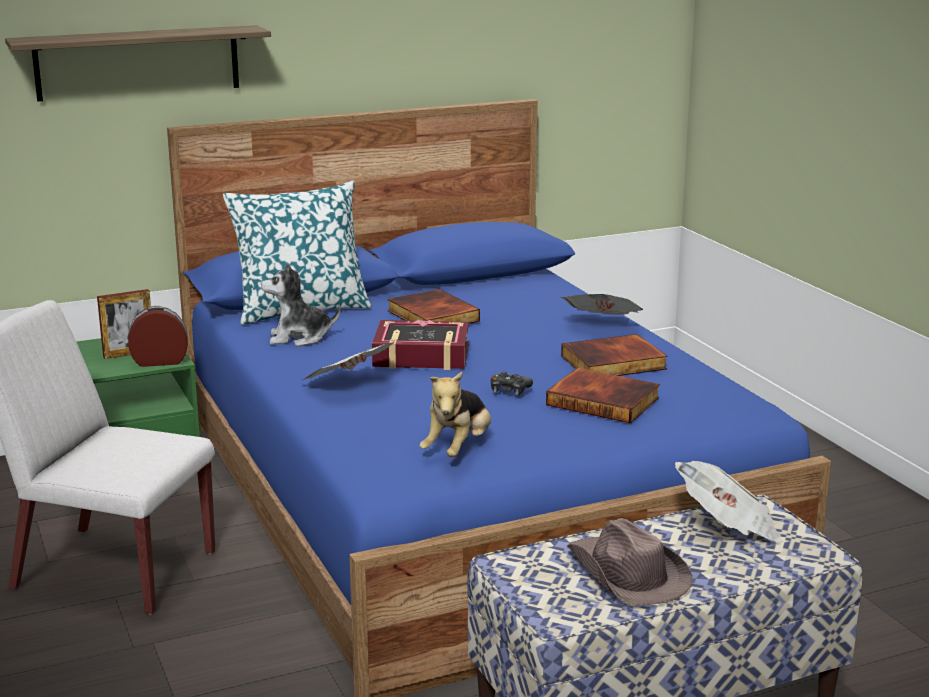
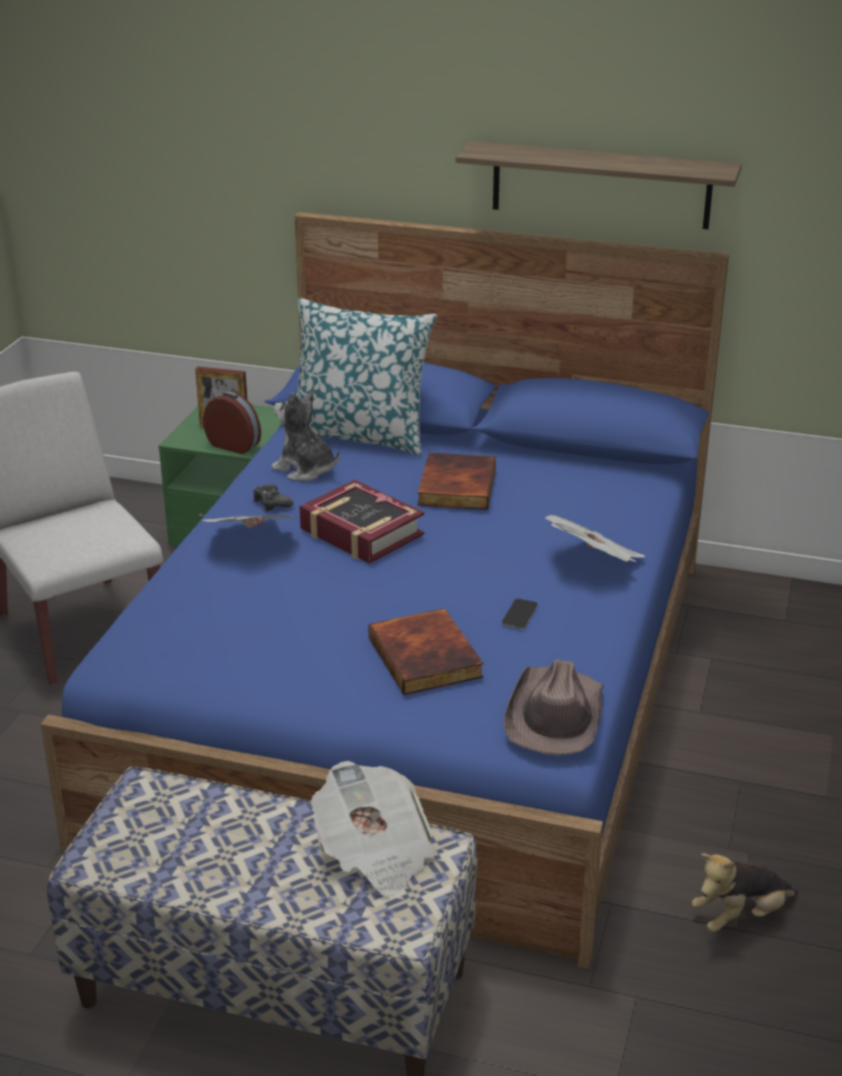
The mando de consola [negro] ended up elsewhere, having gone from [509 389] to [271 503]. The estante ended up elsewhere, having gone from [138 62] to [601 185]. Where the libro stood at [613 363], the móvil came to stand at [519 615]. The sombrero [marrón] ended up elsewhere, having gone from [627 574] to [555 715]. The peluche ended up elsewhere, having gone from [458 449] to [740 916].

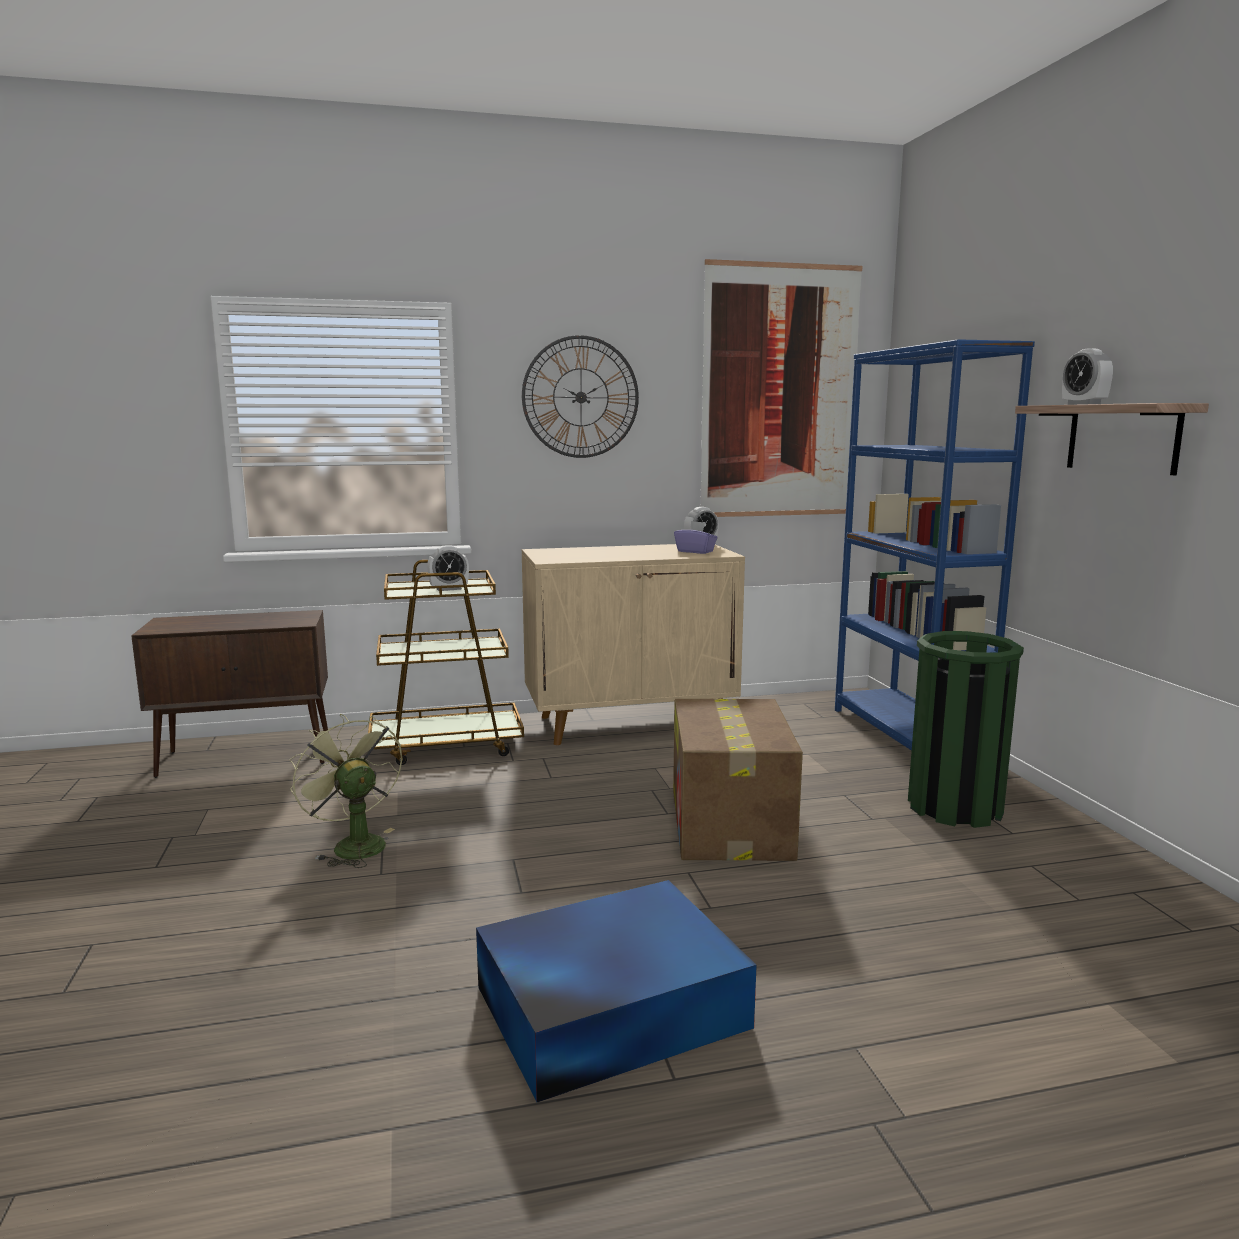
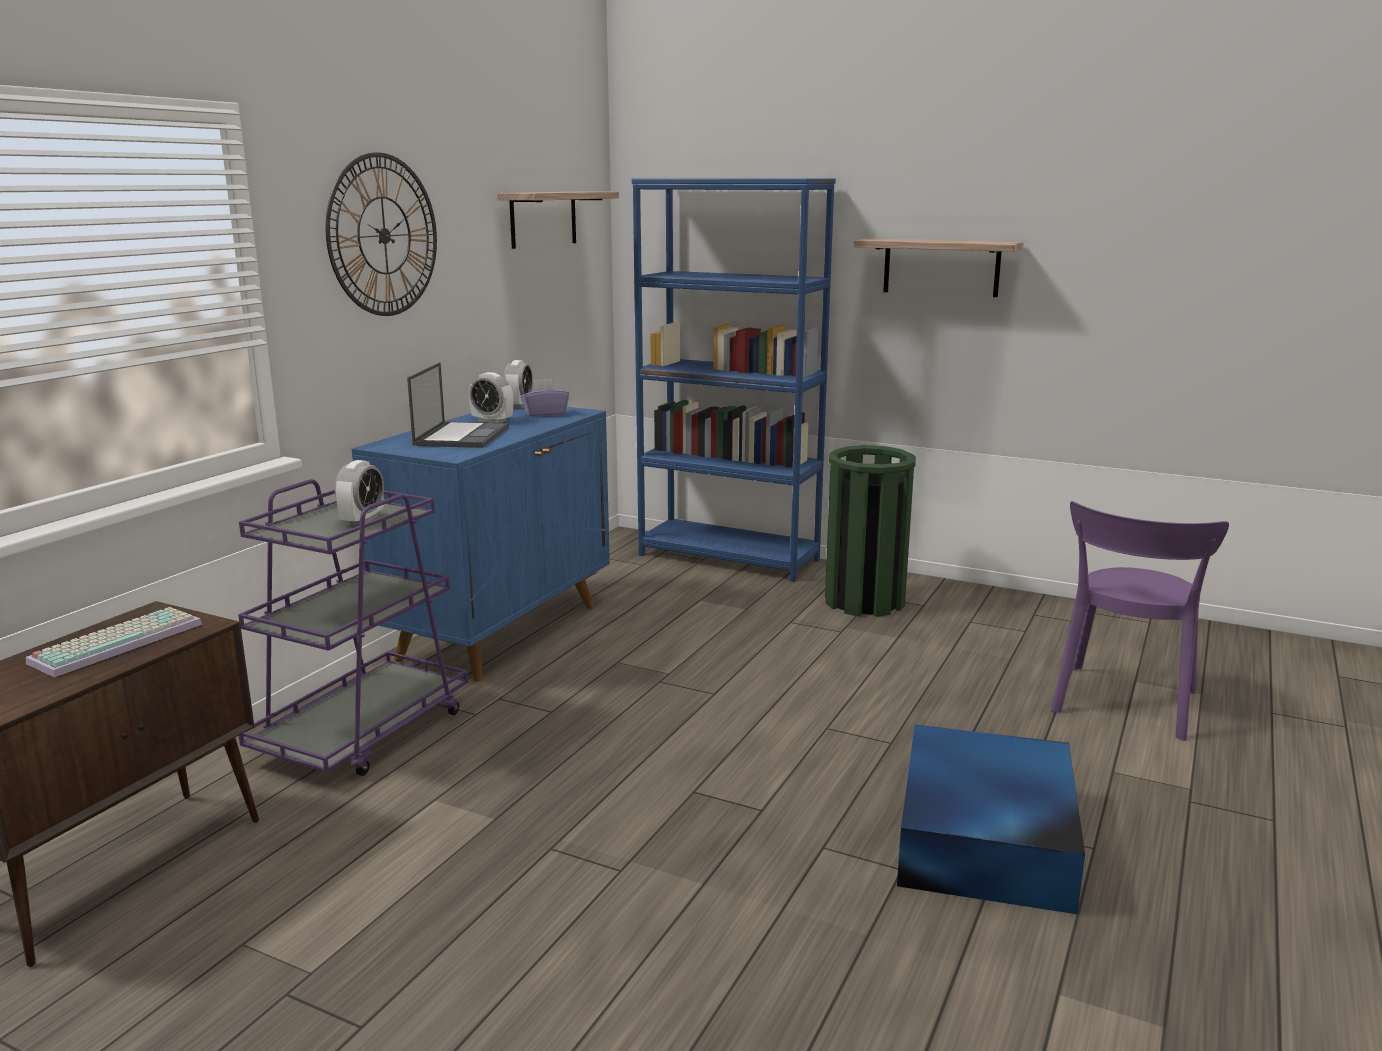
The second view gained the teclado at [118 642]. What was the carrito [marrón] at [447 745] turned into the carrito [morado] at [363 732]. What was the armario [beis] at [631 723] turned into the armario [azul] at [501 631]. The second view gained the portátil at [462 436]. The despertador ended up elsewhere, having gone from [1084 404] to [492 421]. Where the cuadro hung at [779 392], the estante came to hang at [543 219]. The second view gained the silla [morado] at [1123 705]. The second view lost the ventilador [verde] at [353 844]. The second view lost the caja de cartón at [730 825].

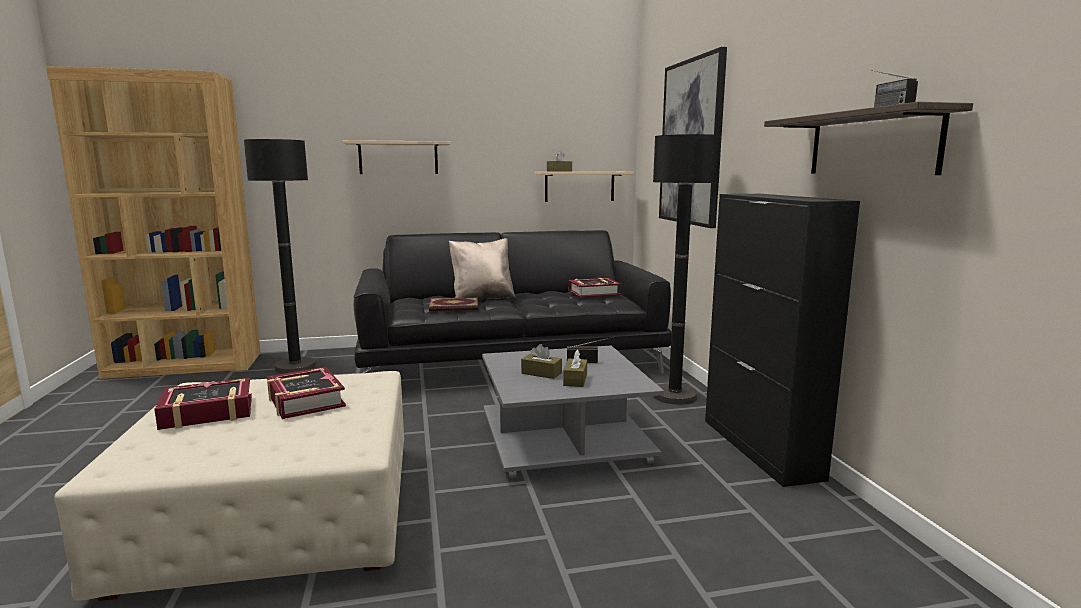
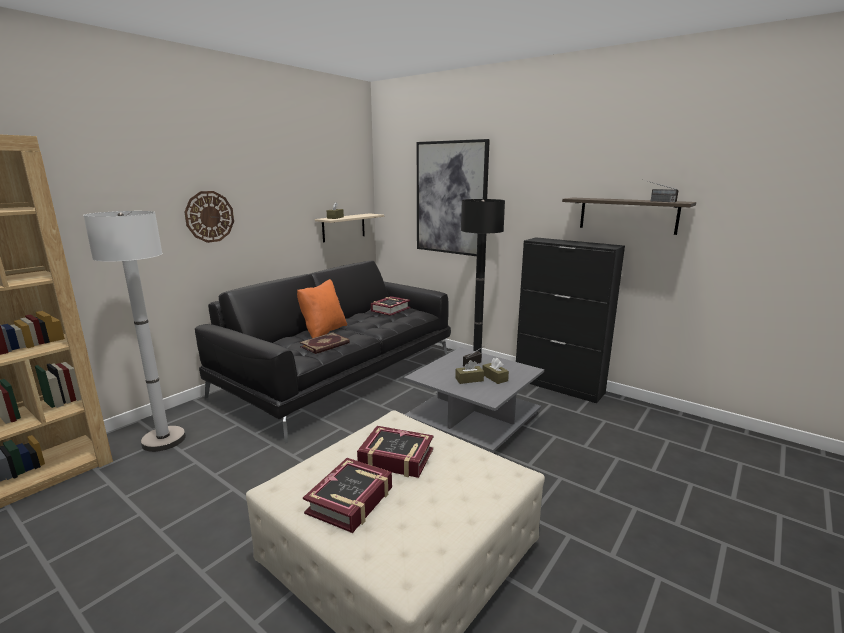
What was the lámpara de pie [negro] at [295 367] turned into the lámpara de pie [blanco] at [164 440]. Where the estante [beis] hung at [398 158], the reloj de pared came to hang at [209 216]. What was the cojín [beis] at [482 298] turned into the cojín [naranja] at [323 331].

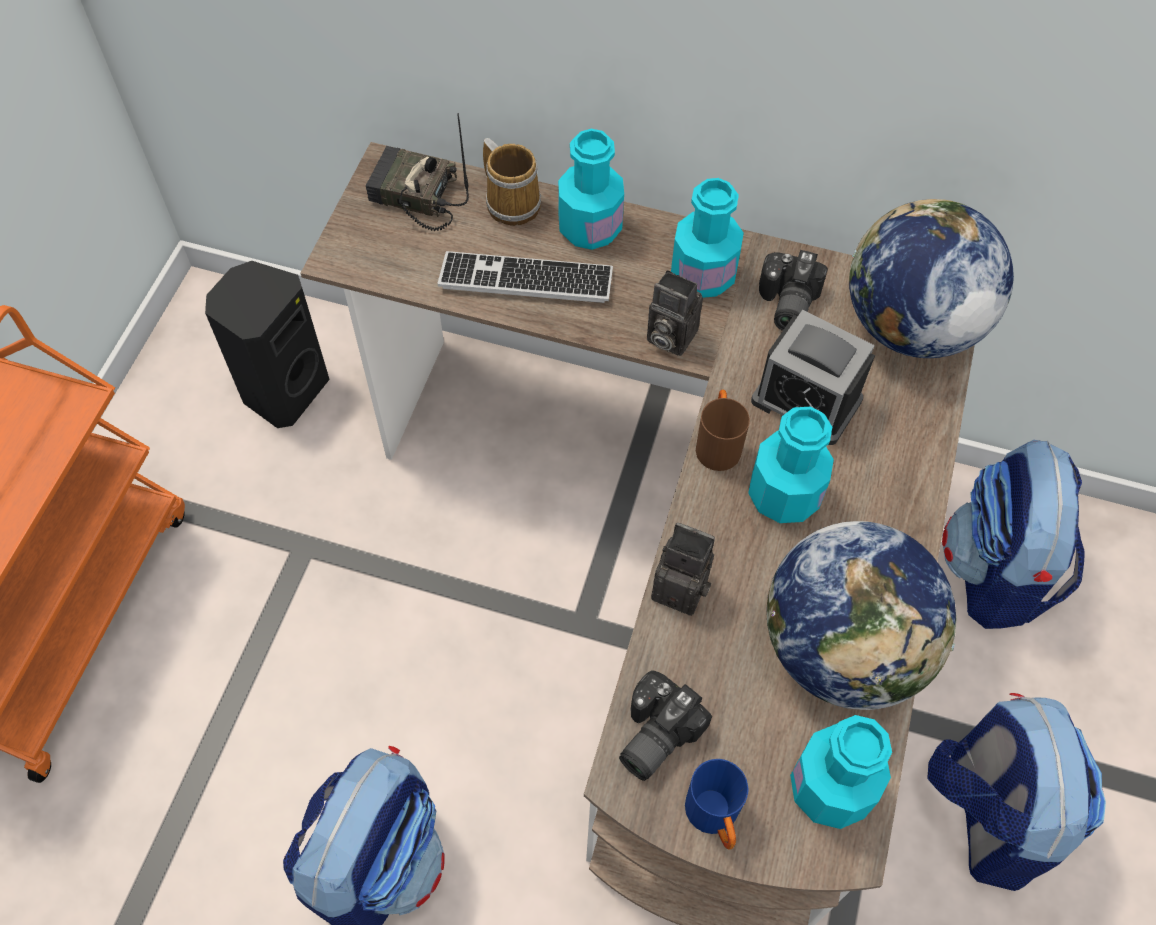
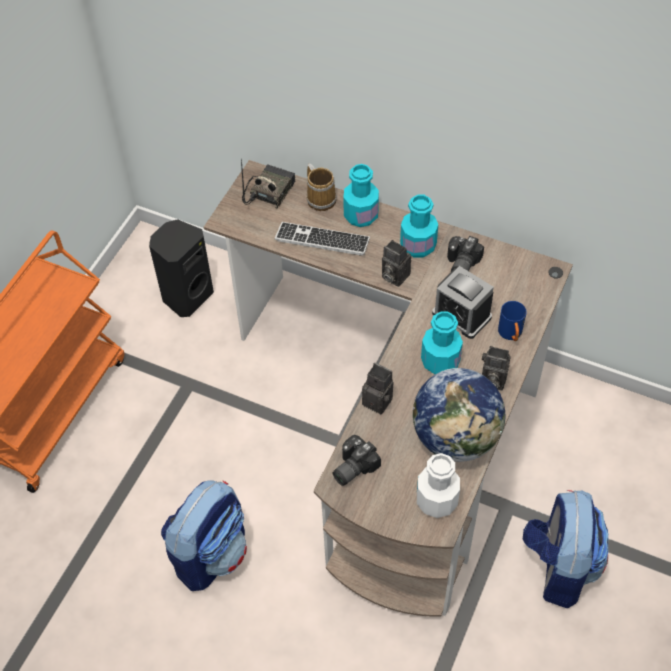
The radio at [414 196] ended up facing another way, 90 degrees clockwise from before. What was the botella [turquesa] at [830 788] turned into the botella [blanco] at [436 500]. The second view gained the cámara at [491 380]. The taza grande [azul] ended up elsewhere, having gone from [715 818] to [511 335]. The second view lost the taza grande [marrón] at [717 443]. The second view lost the globo terráqueo at [909 326]. The second view lost the mochila at [994 572].

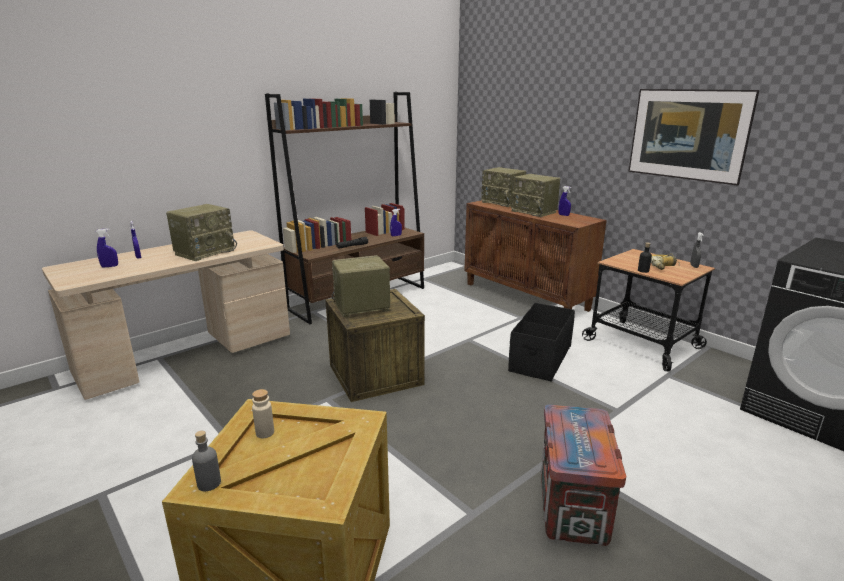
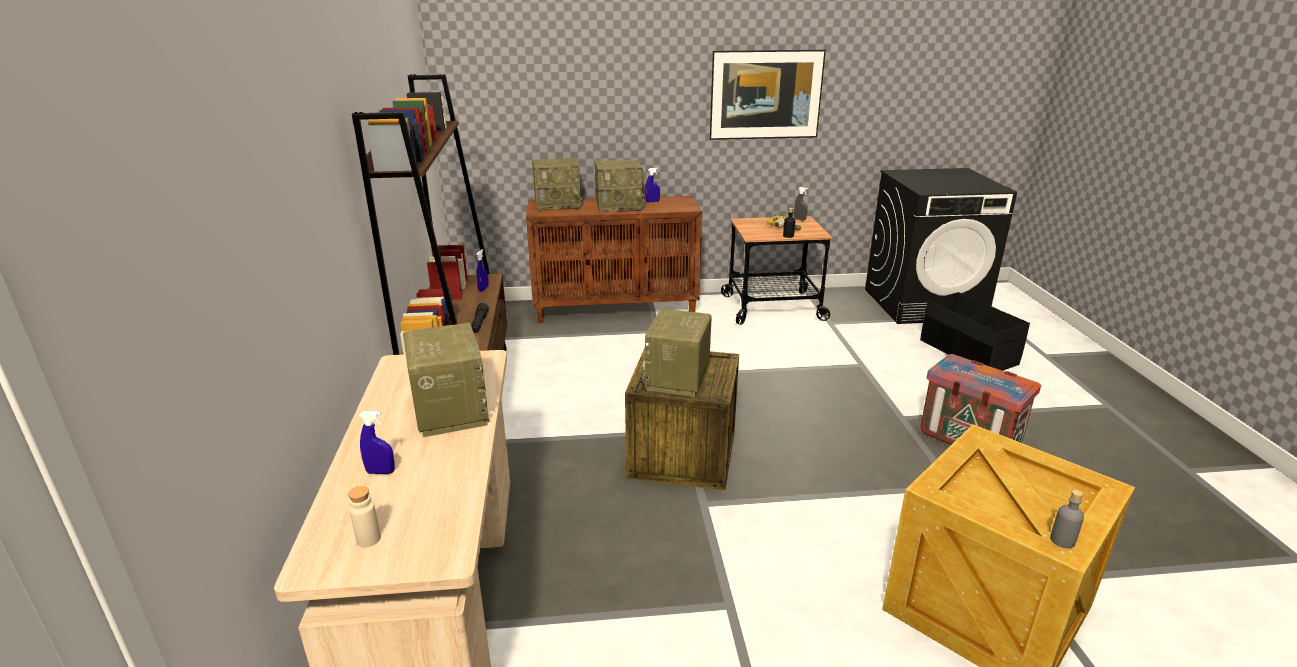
The botella [beis] ended up elsewhere, having gone from [265 433] to [368 539]. The caja de almacenaje [negro] ended up elsewhere, having gone from [540 358] to [967 352]. The second view lost the pulverizador [azul] at [110 266].

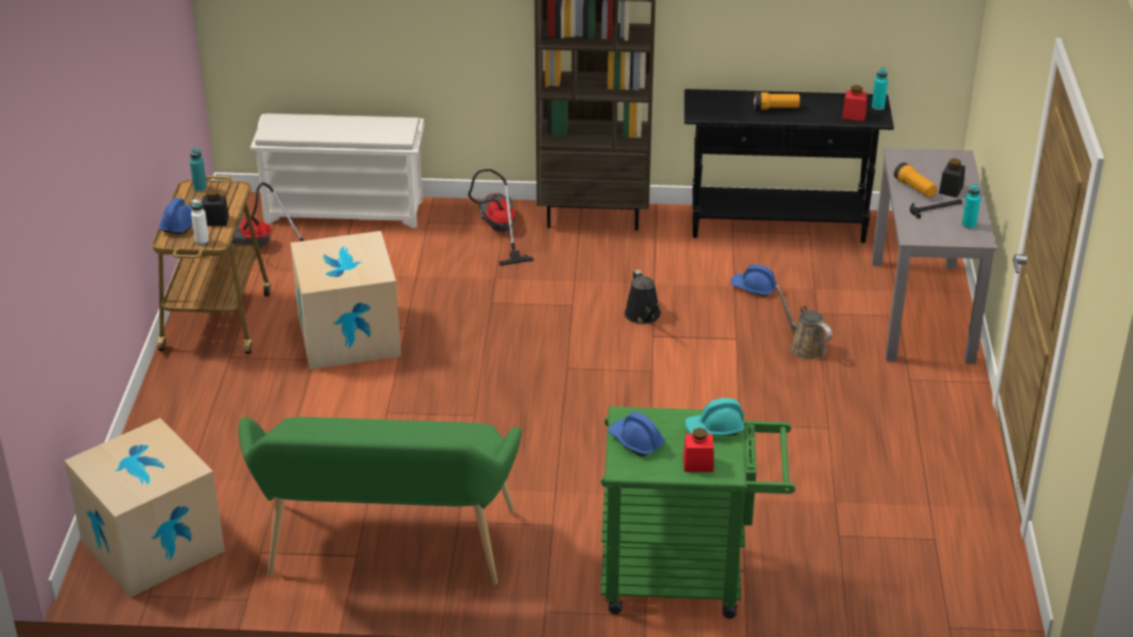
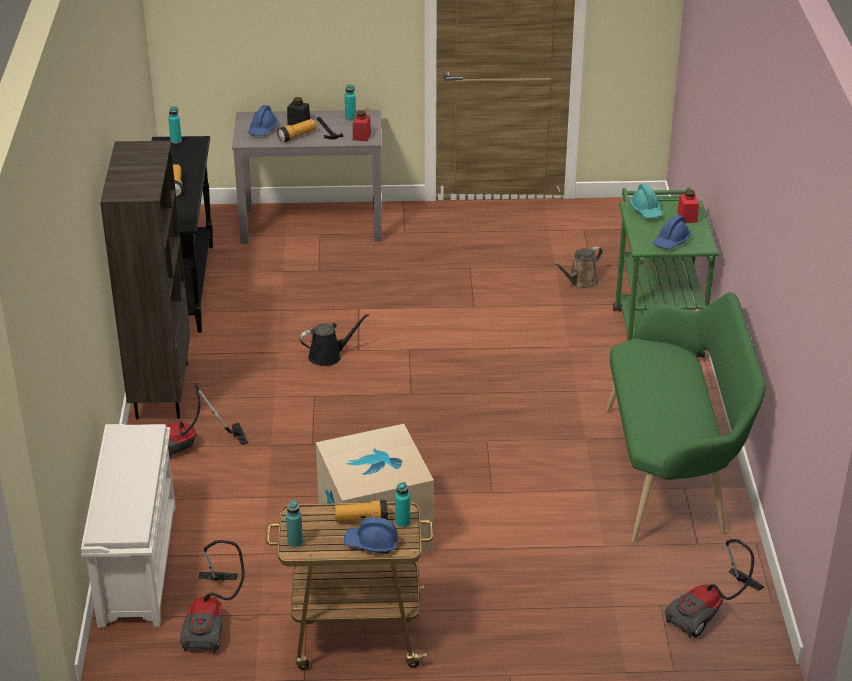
The casco [azul] ended up elsewhere, having gone from [753 288] to [262 129]. Where the tarro [negro] stood at [215 220], the linterna came to stand at [361 519]. The tarro [rojo] ended up elsewhere, having gone from [854 115] to [361 136]. What was the botella [blanco] at [202 241] turned into the botella [turquesa] at [402 522]. The regadera [marrón] ended up elsewhere, having gone from [804 346] to [580 282]. Where the caja de cartón stood at [152 545], the aspiradora came to stand at [710 612].

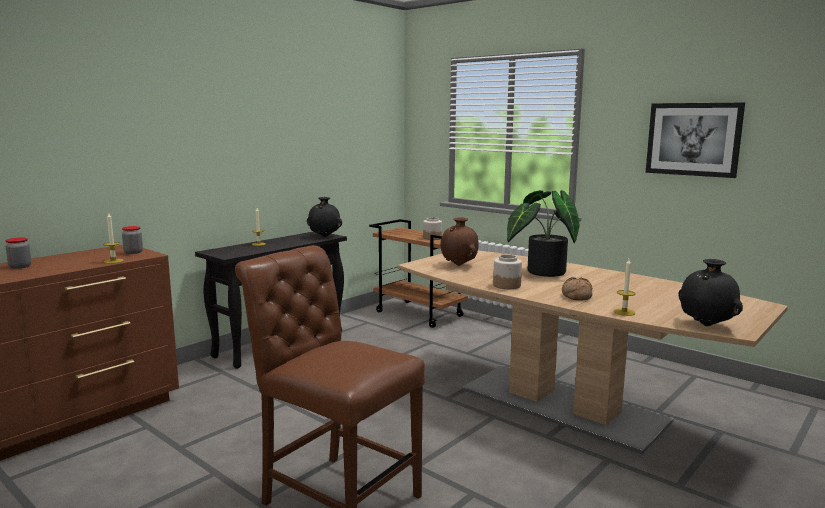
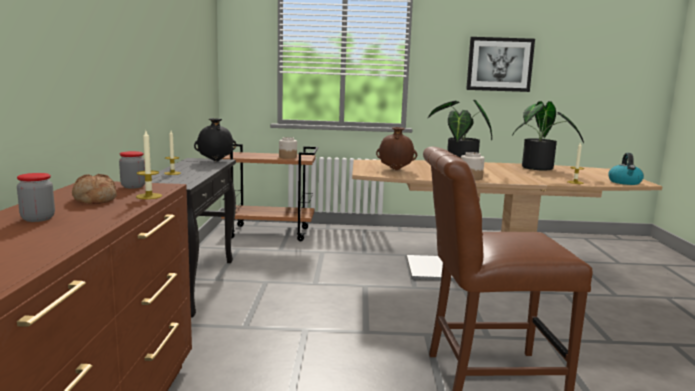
The pan ended up elsewhere, having gone from [576 296] to [94 199]. The second view gained the planta en maceta at [540 168]. Where the florero [negro] stood at [706 325], the hervidor came to stand at [625 182].

